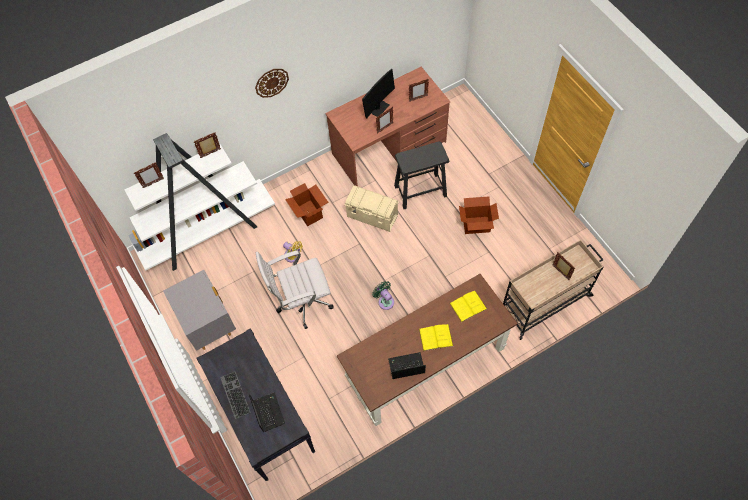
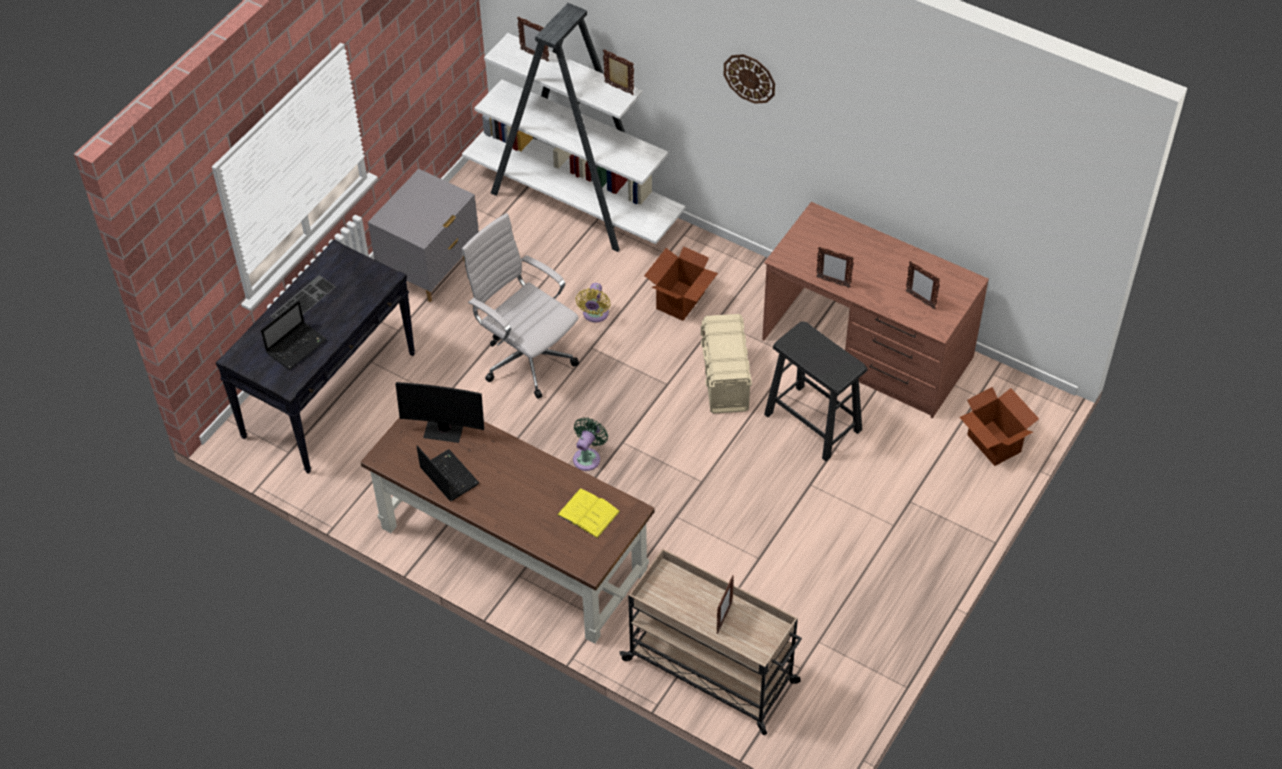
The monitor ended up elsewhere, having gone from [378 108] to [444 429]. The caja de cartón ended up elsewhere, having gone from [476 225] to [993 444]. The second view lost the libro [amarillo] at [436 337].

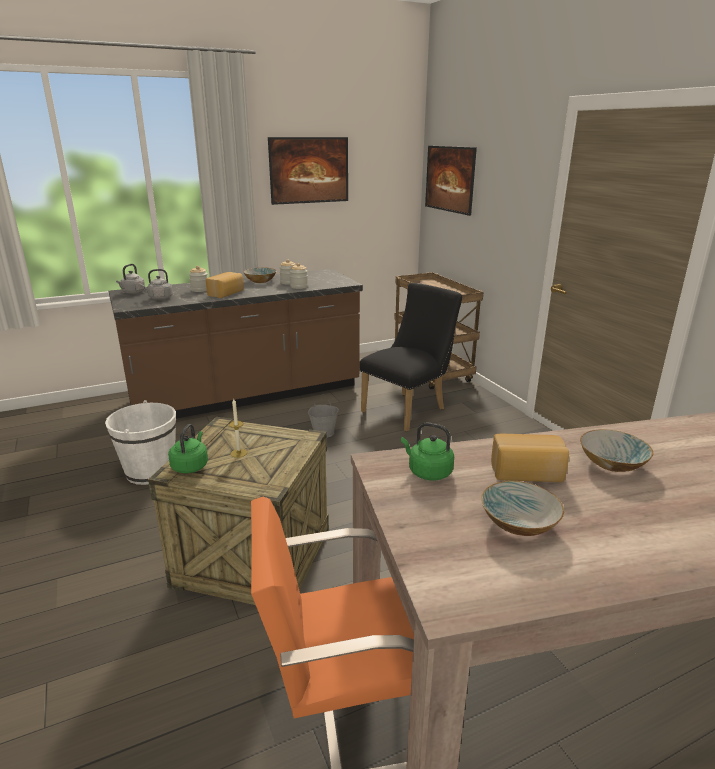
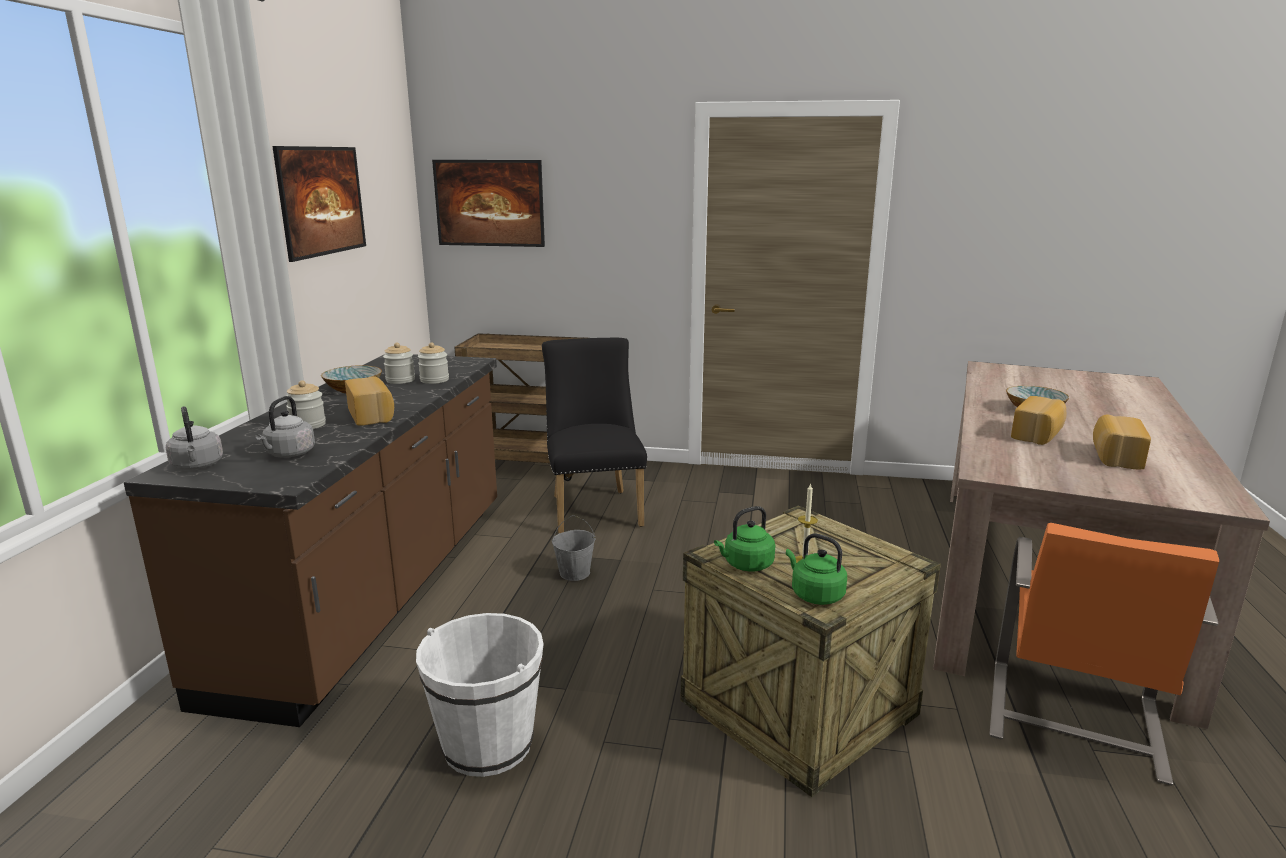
The hervidor [verde] ended up elsewhere, having gone from [427 472] to [746 565]. Where the cuenco stood at [519 523], the pan came to stand at [1115 457].

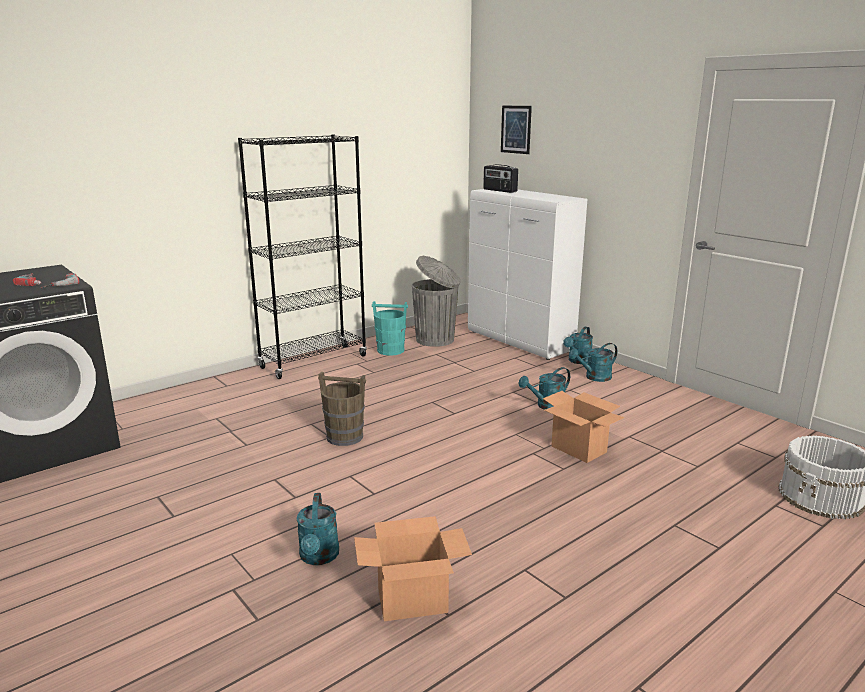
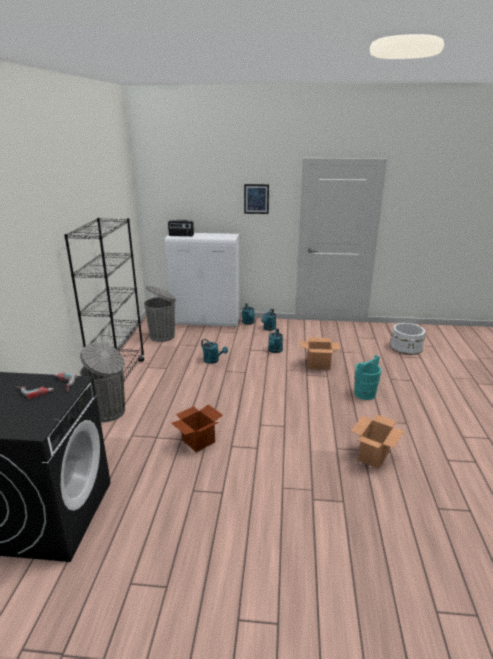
The second view gained the papelera [gris] at [109 412]. The second view gained the caja de cartón at [198 441]. The regadera [turquesa] ended up elsewhere, having gone from [319 557] to [213 361]. The cuadro ended up elsewhere, having gone from [516 129] to [256 199]. The cubo [turquesa] ended up elsewhere, having gone from [391 350] to [365 394]. The second view lost the cubo [marrón] at [345 437].

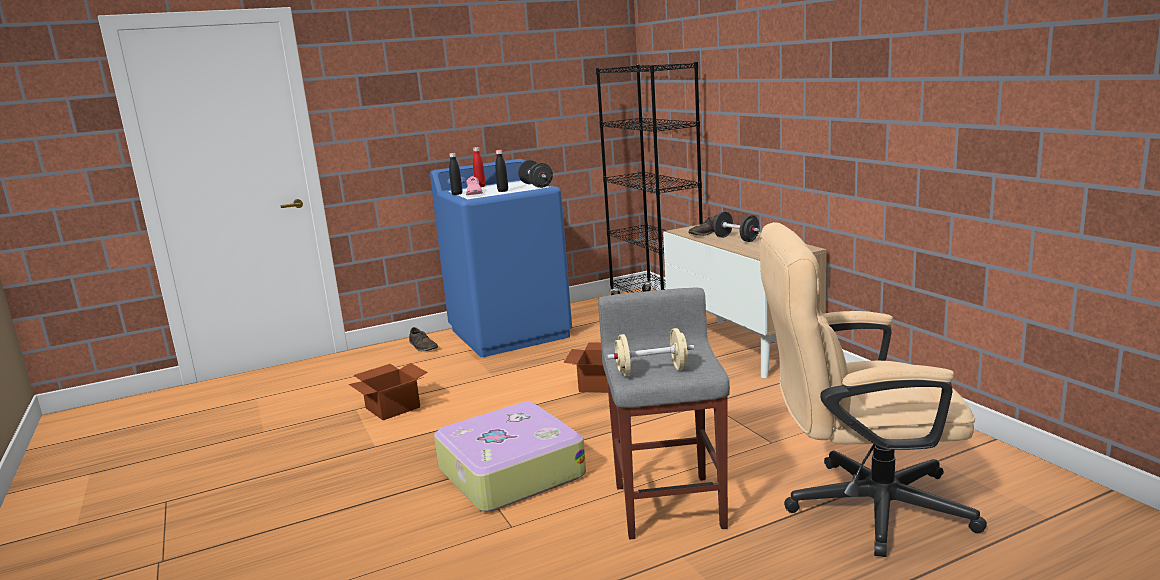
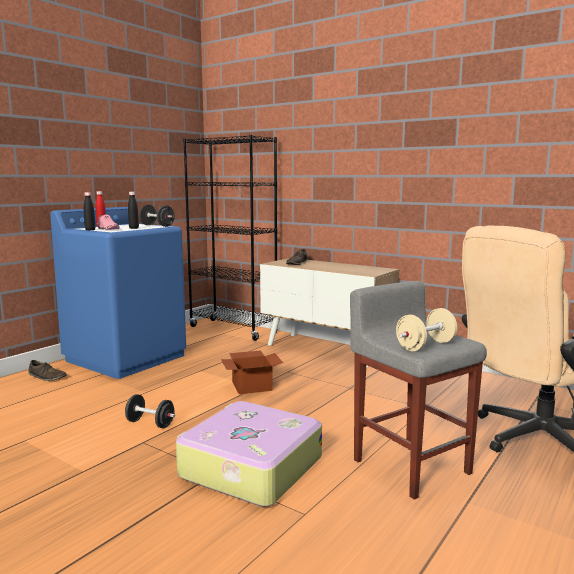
The mancuerna [negro] ended up elsewhere, having gone from [736 239] to [150 423]. The second view lost the caja de cartón at [393 407].

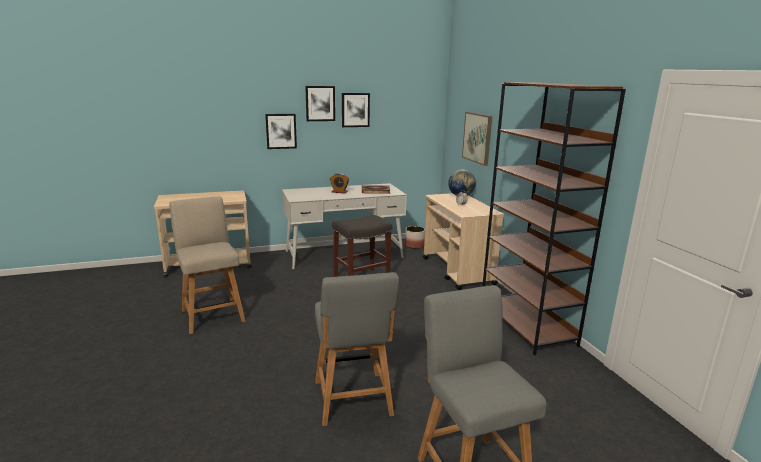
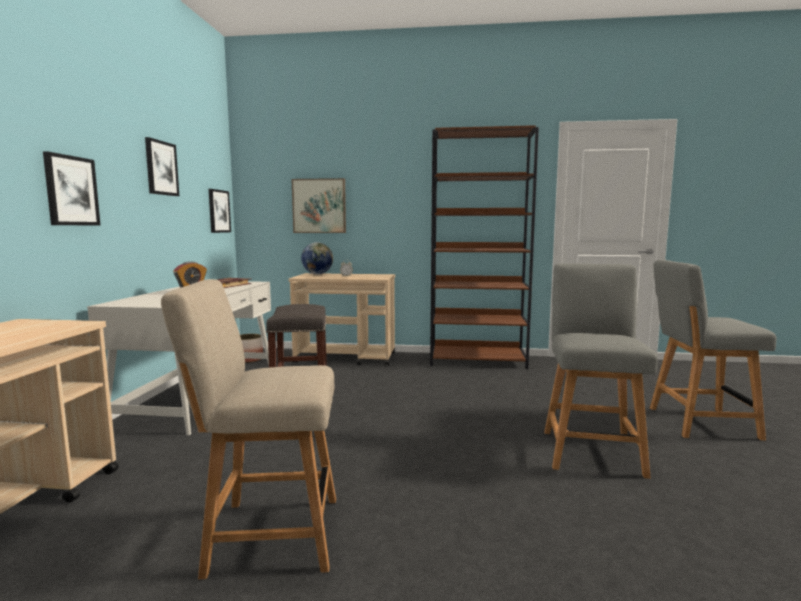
The cuadro ended up elsewhere, having gone from [320 103] to [218 211]. The silla [gris] at [353 401] ended up facing another way, 90 degrees counterclockwise from before.

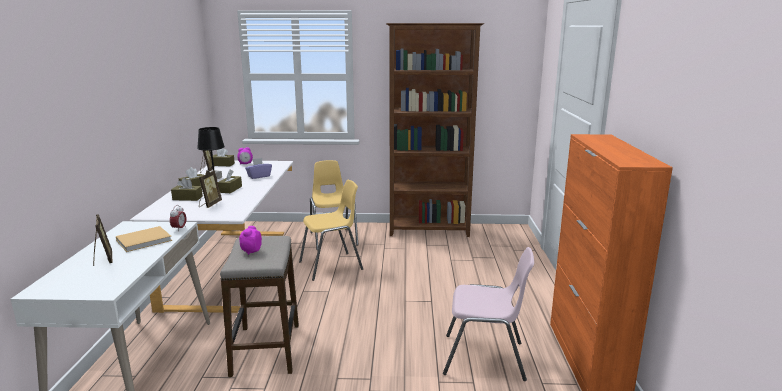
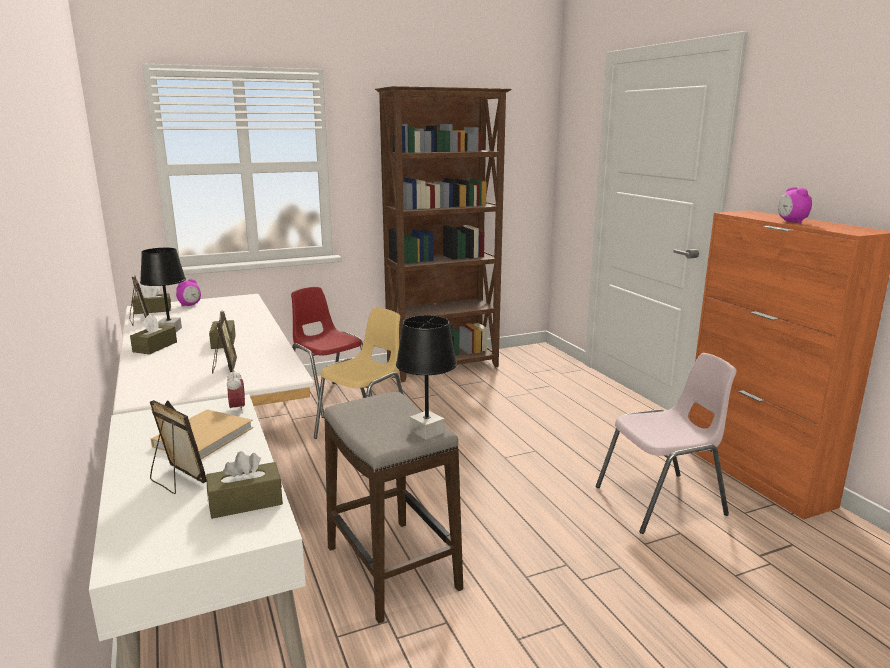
The caja de pañuelos [marrón] ended up elsewhere, having gone from [187 198] to [245 502]. What was the silla [amarillo] at [333 238] turned into the silla [rojo] at [329 399]. The second view gained the lámpara de mesa [negro] at [427 431]. The despertador ended up elsewhere, having gone from [251 251] to [791 222]. The second view lost the caja de pañuelos [morado] at [259 176].

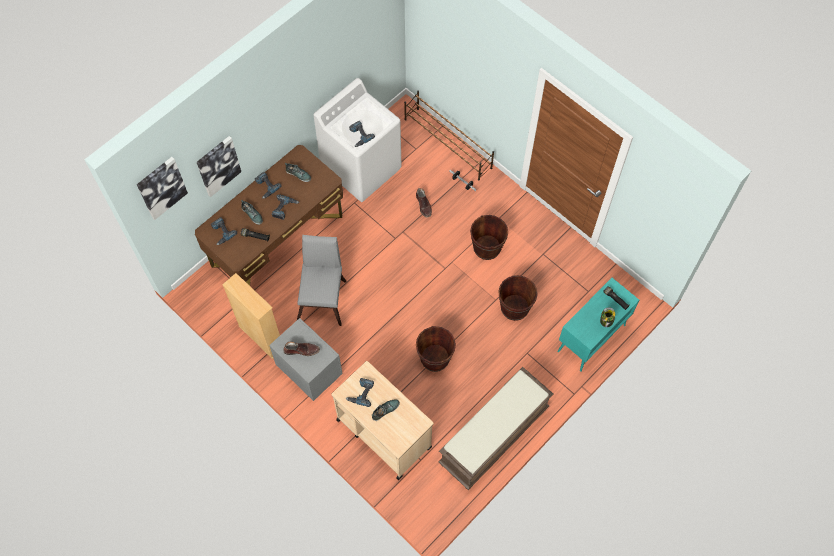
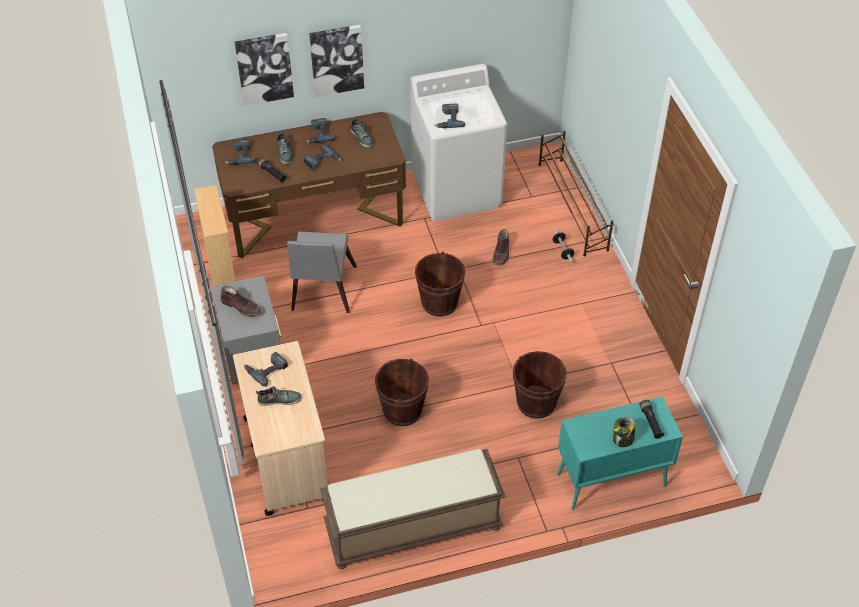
The silla [gris] at [323 297] ended up facing another way, 150 degrees clockwise from before. The cuadro ended up elsewhere, having gone from [161 187] to [336 59]. The cubo [marrón] ended up elsewhere, having gone from [487 248] to [439 302].

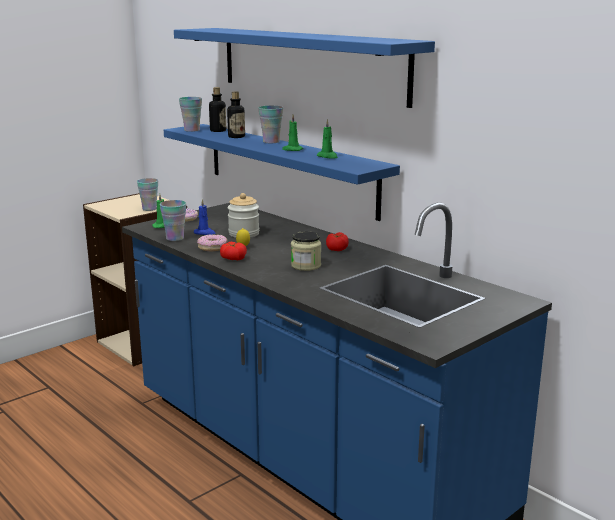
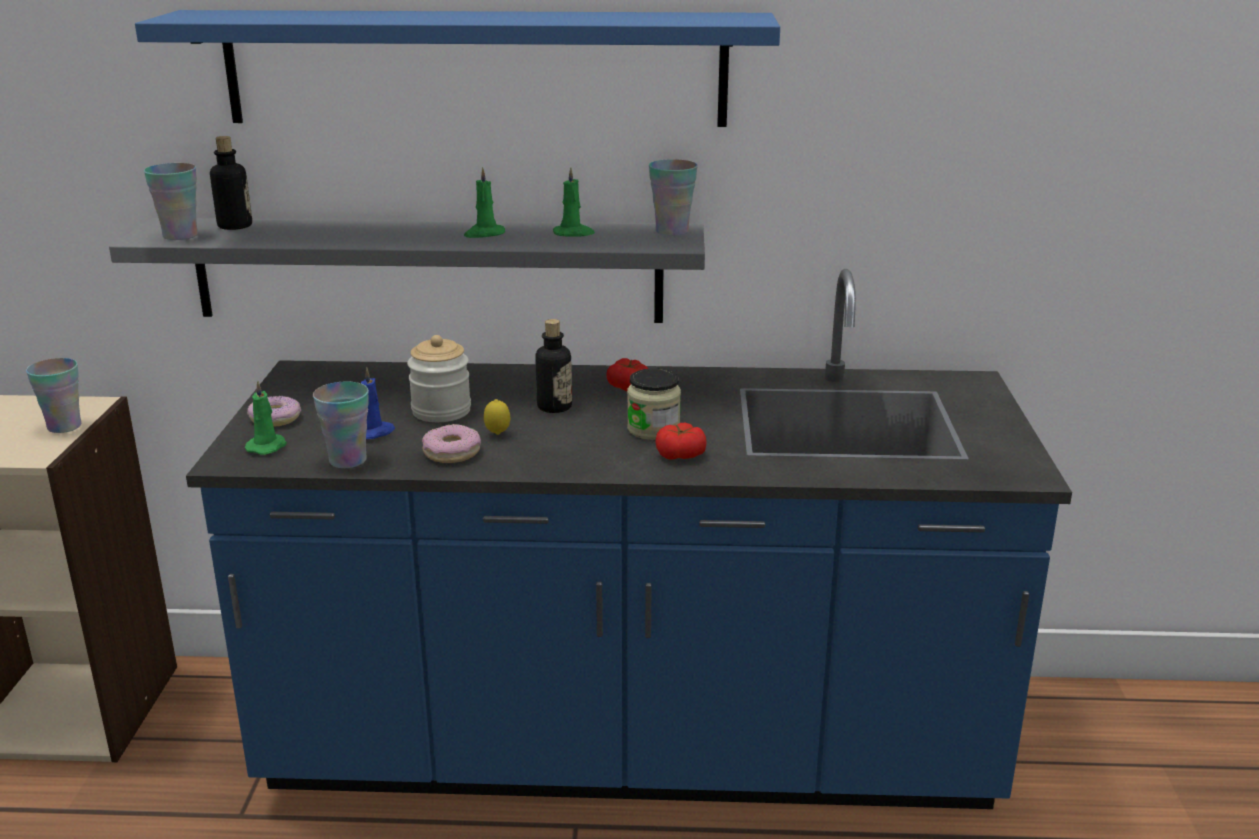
What was the estante [azul] at [289 168] turned into the estante [gris] at [428 270]. The botella ended up elsewhere, having gone from [236 137] to [554 407]. The taza ended up elsewhere, having gone from [271 142] to [672 231]. The tomate ended up elsewhere, having gone from [233 258] to [680 455].

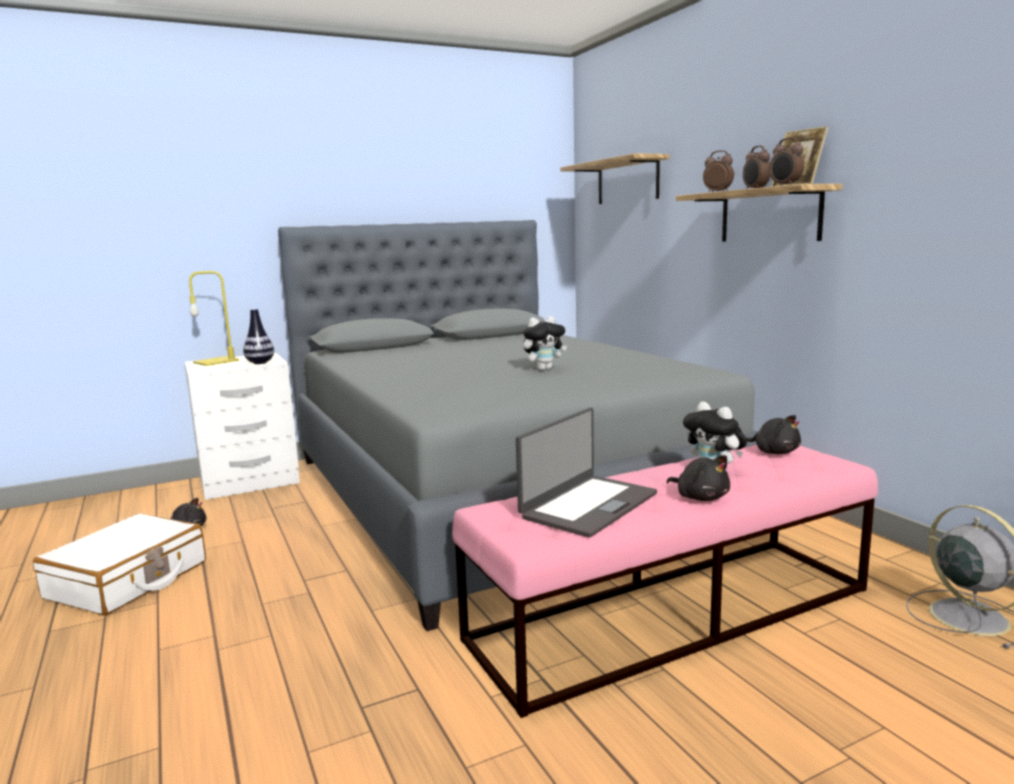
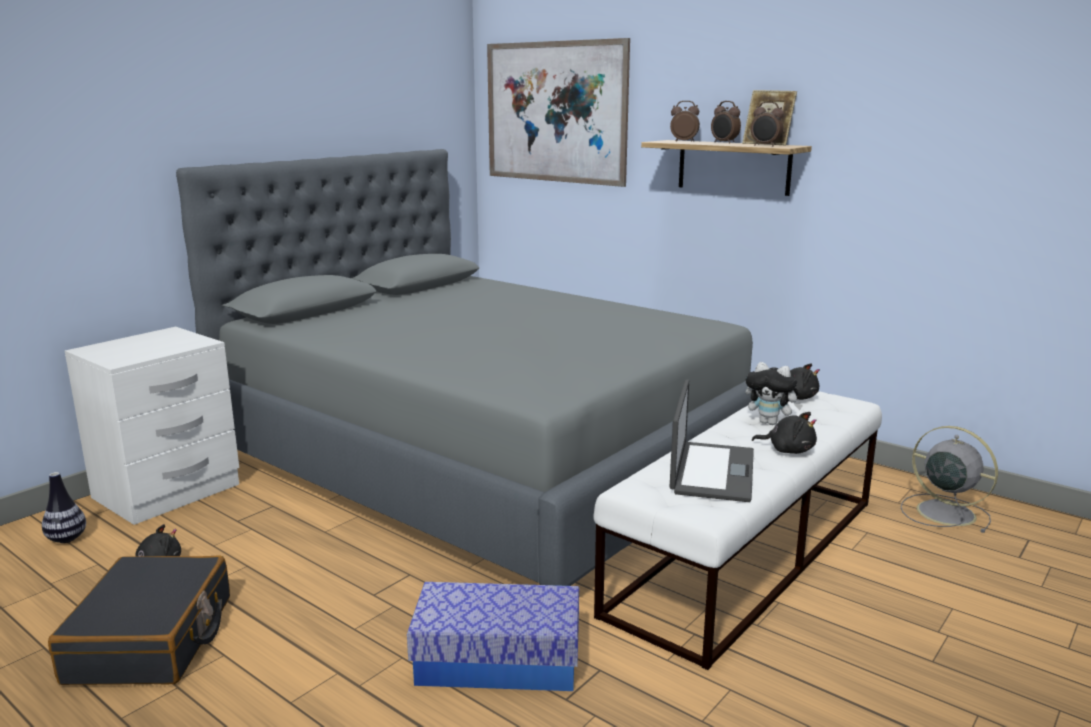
The florero ended up elsewhere, having gone from [260 363] to [66 539]. What was the maleta [blanco] at [128 580] turned into the maleta [negro] at [152 639]. The second view gained the caja de almacenaje at [497 661]. Where the estante hung at [627 181], the cuadro came to hang at [555 112]. What was the banco [rosa] at [673 613] turned into the banco [blanco] at [747 554]. The second view lost the lámpara de mesa [amarillo] at [217 361]. The second view lost the peluche at [544 369].

